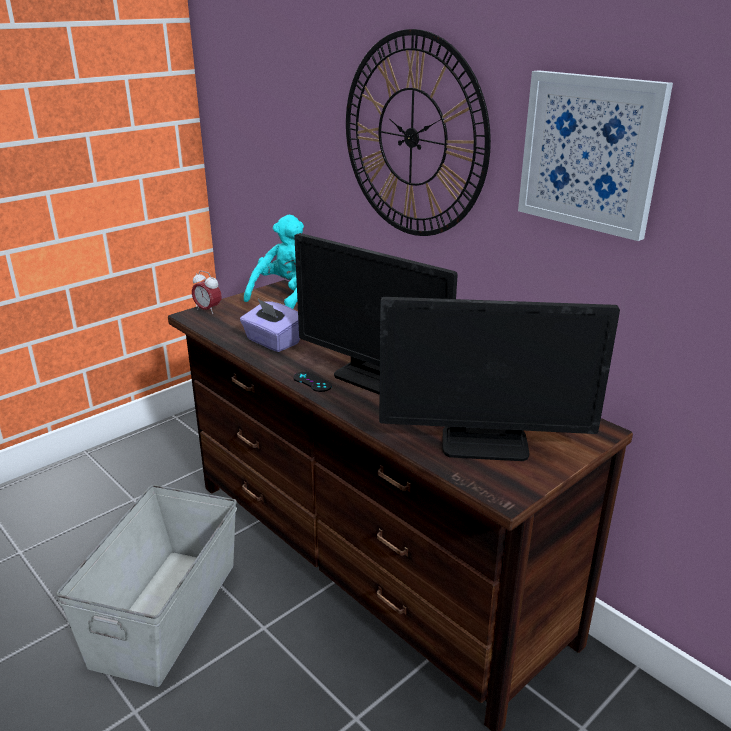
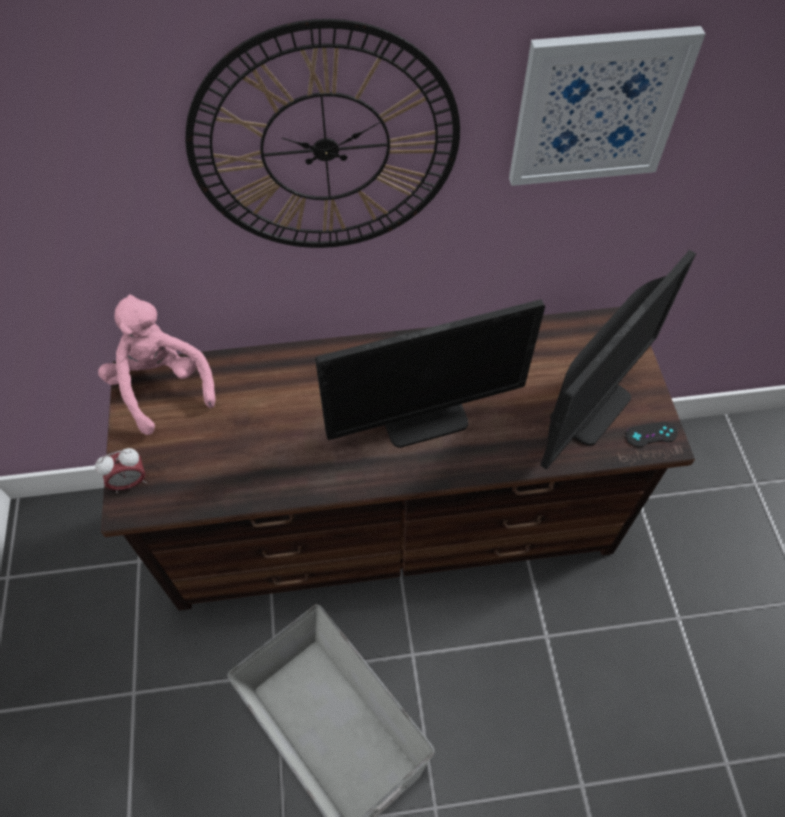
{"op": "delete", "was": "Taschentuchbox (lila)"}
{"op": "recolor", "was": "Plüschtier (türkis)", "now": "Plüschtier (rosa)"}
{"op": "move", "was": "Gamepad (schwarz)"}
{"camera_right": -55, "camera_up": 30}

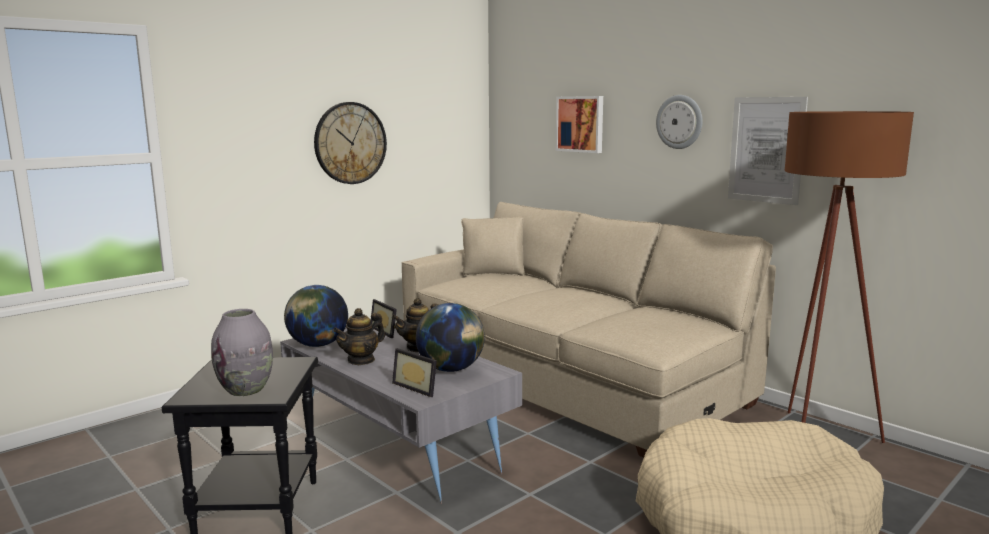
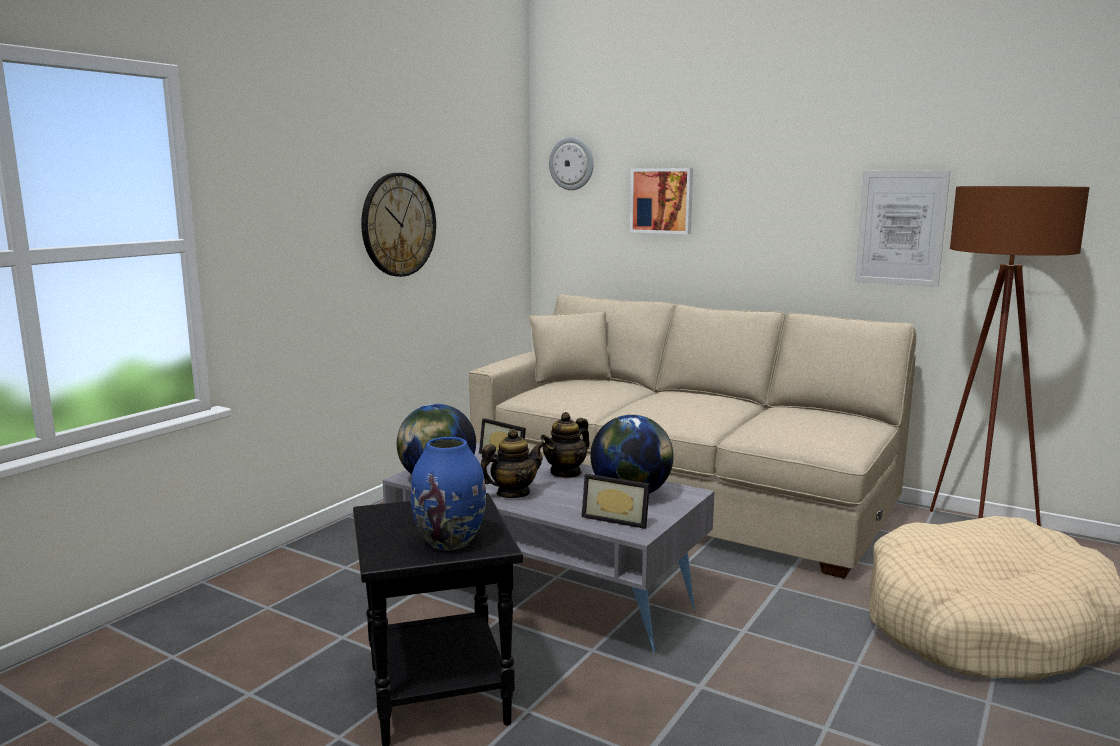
{"op": "recolor", "was": "Vase (grau)", "now": "Vase (blau)"}
{"op": "rotate", "was": "Teekanne (1st from left)", "clockwise": -150}
{"op": "move", "was": "Wanduhr (2nd from left)"}
{"camera_right": -15, "camera_up": 0}

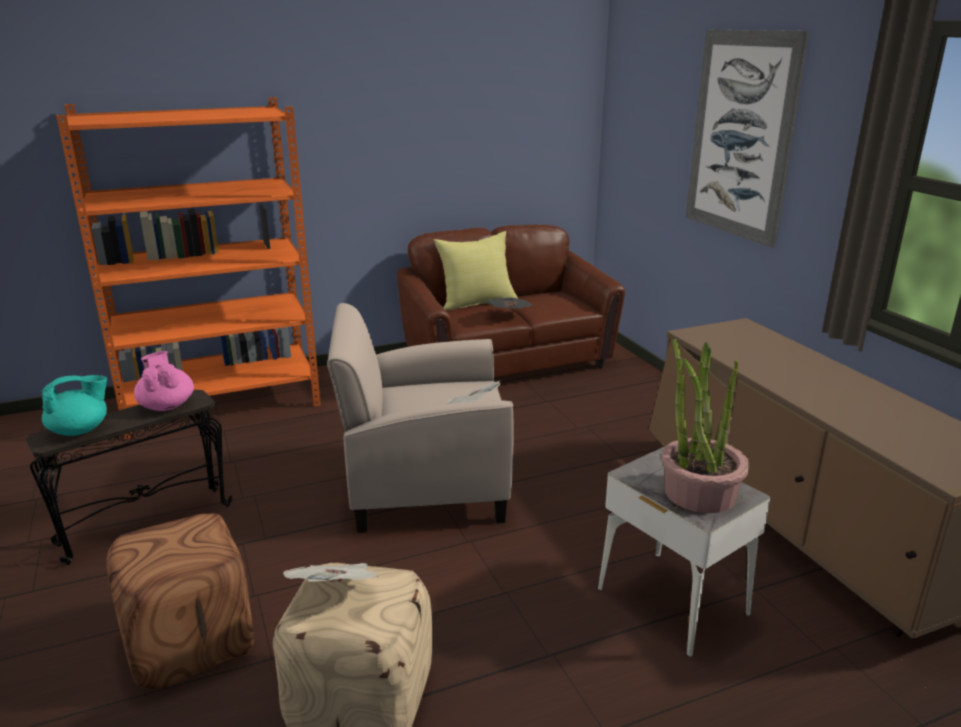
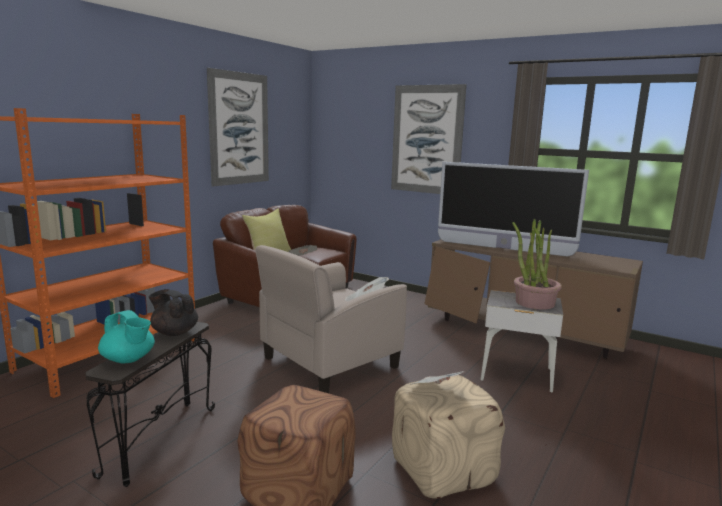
{"op": "rotate", "was": "Teekanne (türkis)", "clockwise": 105}
{"op": "recolor", "was": "Teekanne (rosa)", "now": "Teekanne (schwarz)"}
{"op": "insert", "now": "Bild (1st from left)"}
{"op": "insert", "now": "Fernseher"}
{"camera_right": -35, "camera_up": -10}

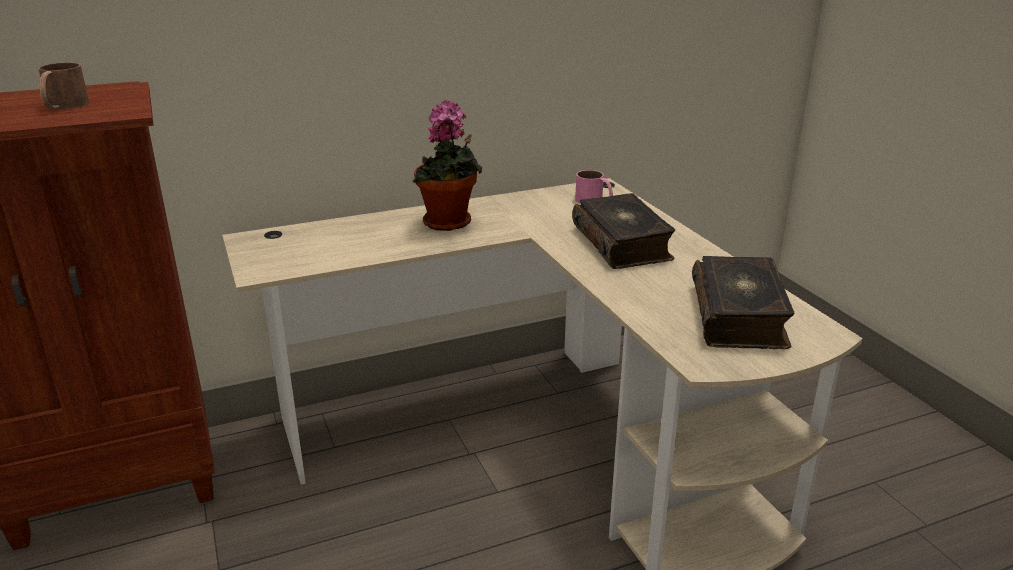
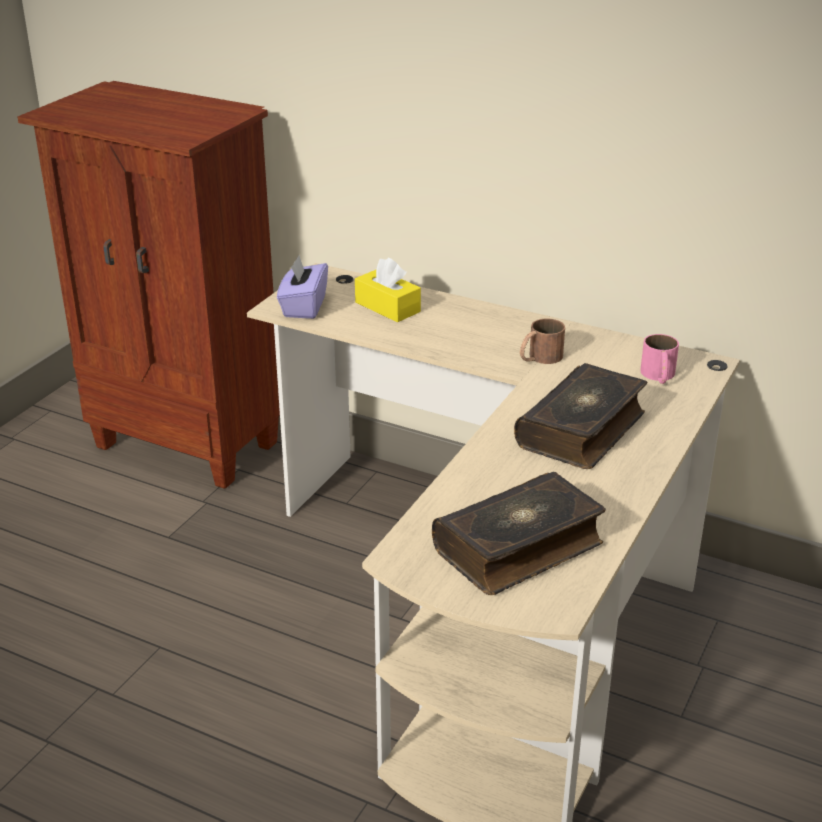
{"op": "move", "was": "Henkelbecher (braun)"}
{"op": "delete", "was": "Topfpflanze"}
{"op": "insert", "now": "Taschentuchbox (lila)"}
{"op": "insert", "now": "Taschentuchbox (gelb)"}
{"camera_right": 50, "camera_up": 5}

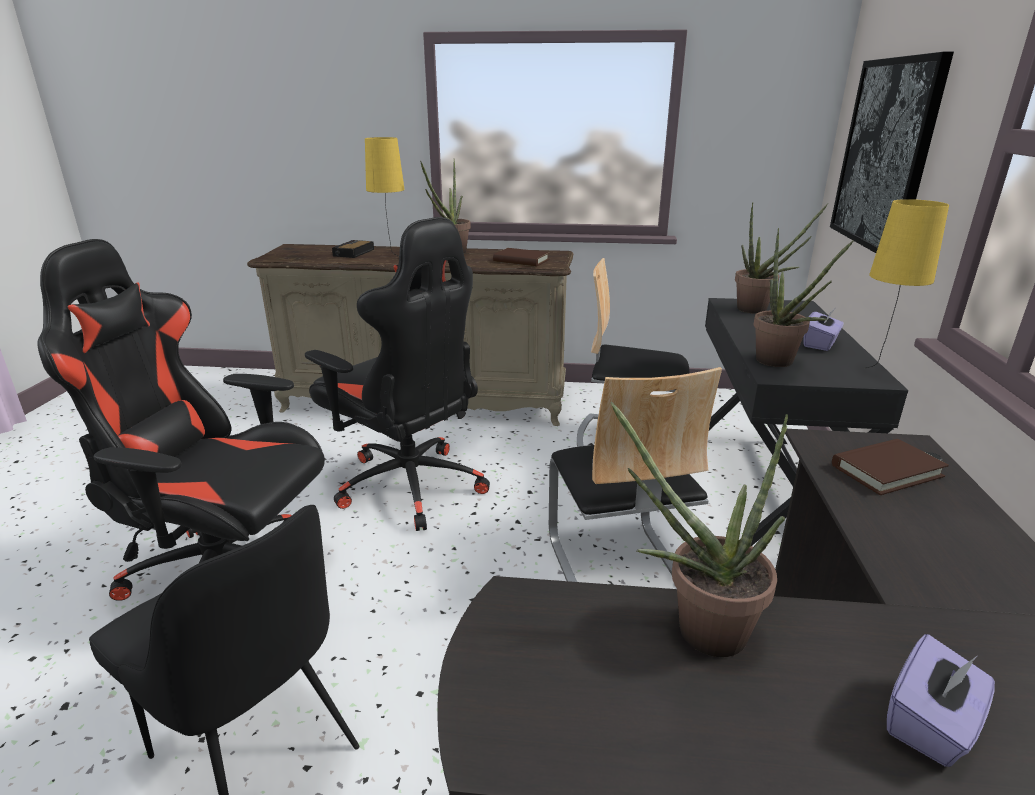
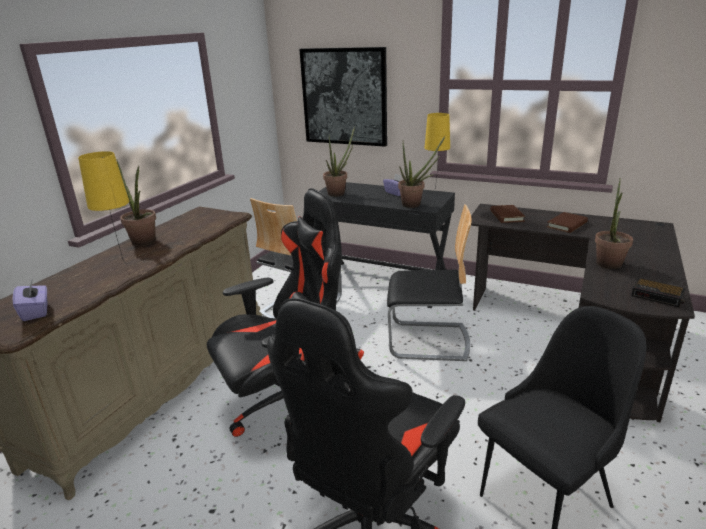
{"op": "move", "was": "Wecker"}
{"op": "move", "was": "Buch (braun) (1st from left in the first image)", "now": "Buch (braun) (2nd from left)"}
{"op": "move", "was": "Taschentuchbox (lila) (2nd from left in the first image)", "now": "Taschentuchbox (lila) (1st from left)"}
{"camera_right": -70, "camera_up": 0}

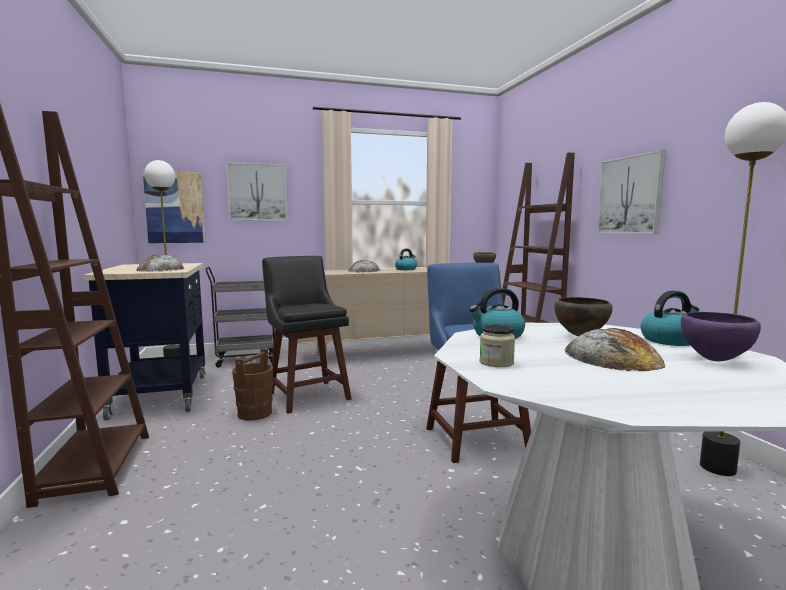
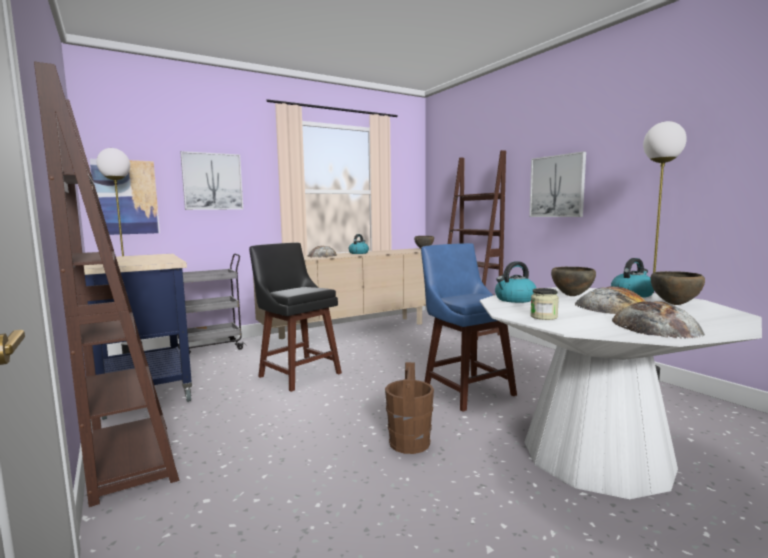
{"op": "move", "was": "Brot (1st from left in the first image)", "now": "Brot (3rd from left)"}
{"op": "move", "was": "Eimer (braun)"}
{"op": "recolor", "was": "Schüssel (lila)", "now": "Schüssel (braun) (3rd from left)"}
{"camera_right": -15, "camera_up": 0}

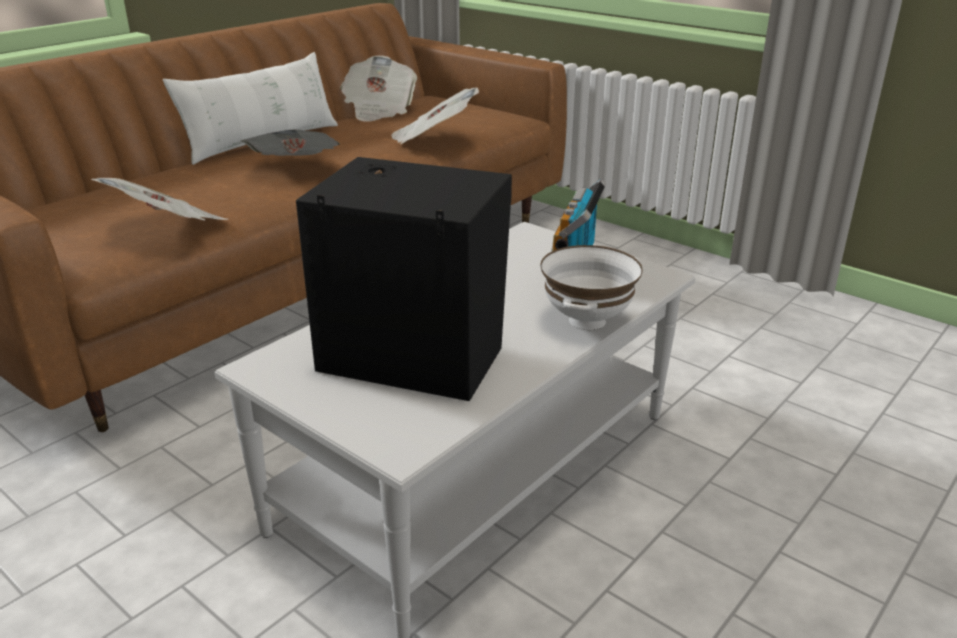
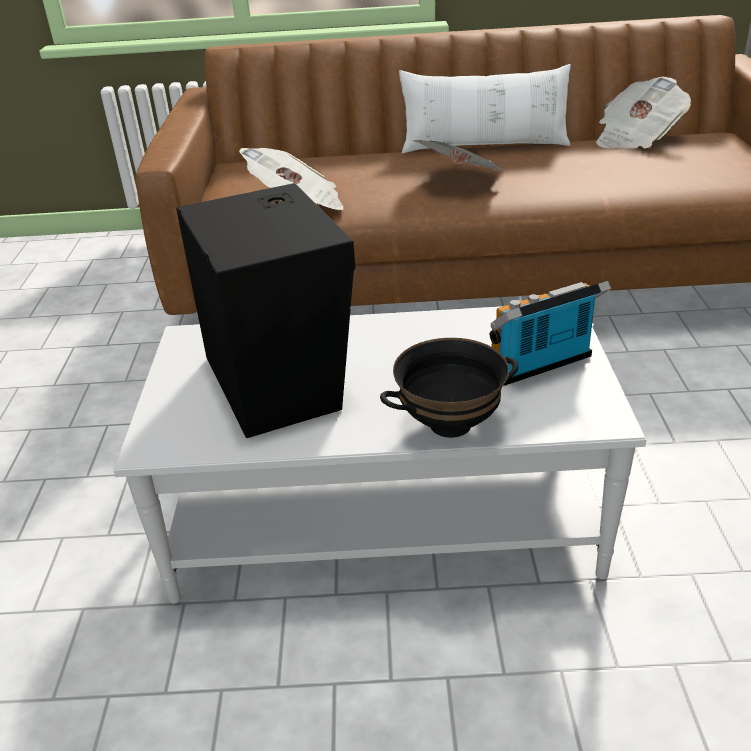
{"op": "delete", "was": "Zeitung (4th from left)"}
{"op": "recolor", "was": "Schüssel (weiß)", "now": "Schüssel (schwarz)"}
{"camera_right": 50, "camera_up": 5}

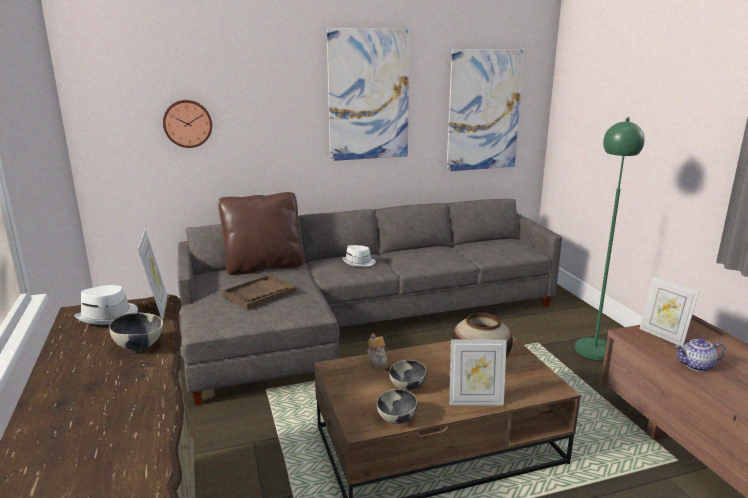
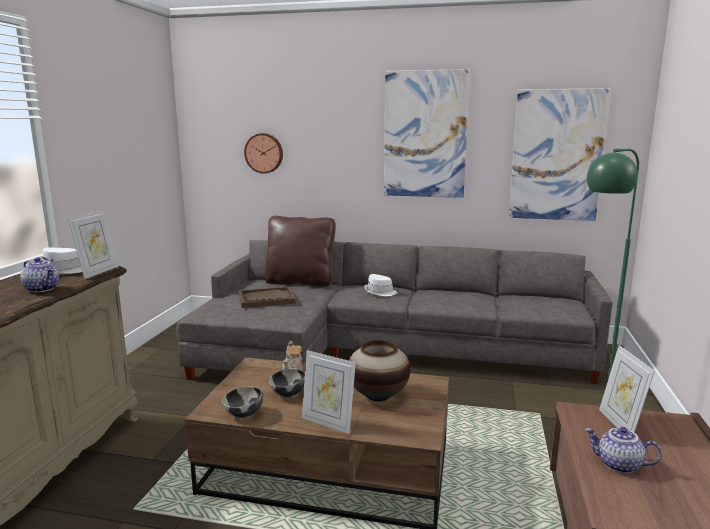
{"op": "replace", "was": "Schüssel (1st from left)", "now": "Teekanne (1st from left)"}
{"camera_right": 30, "camera_up": -5}

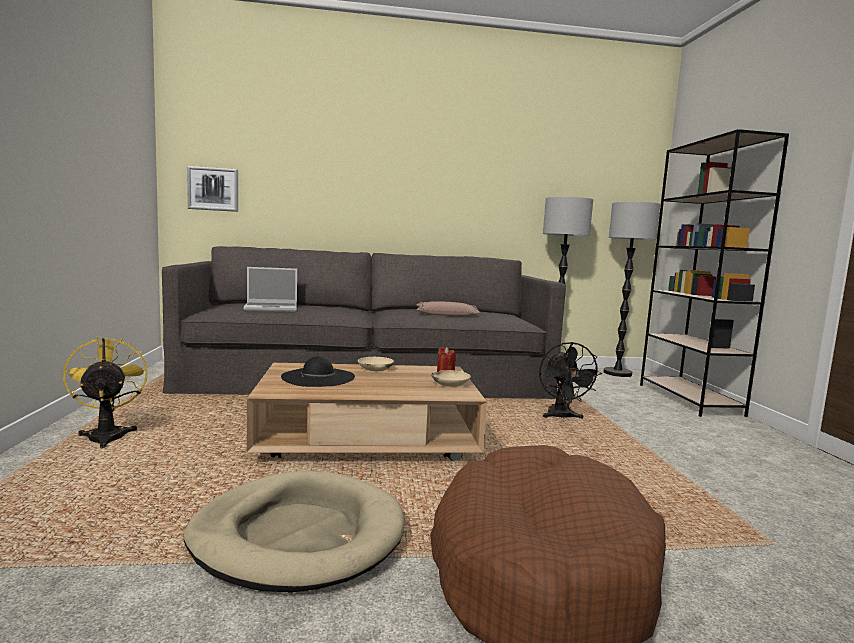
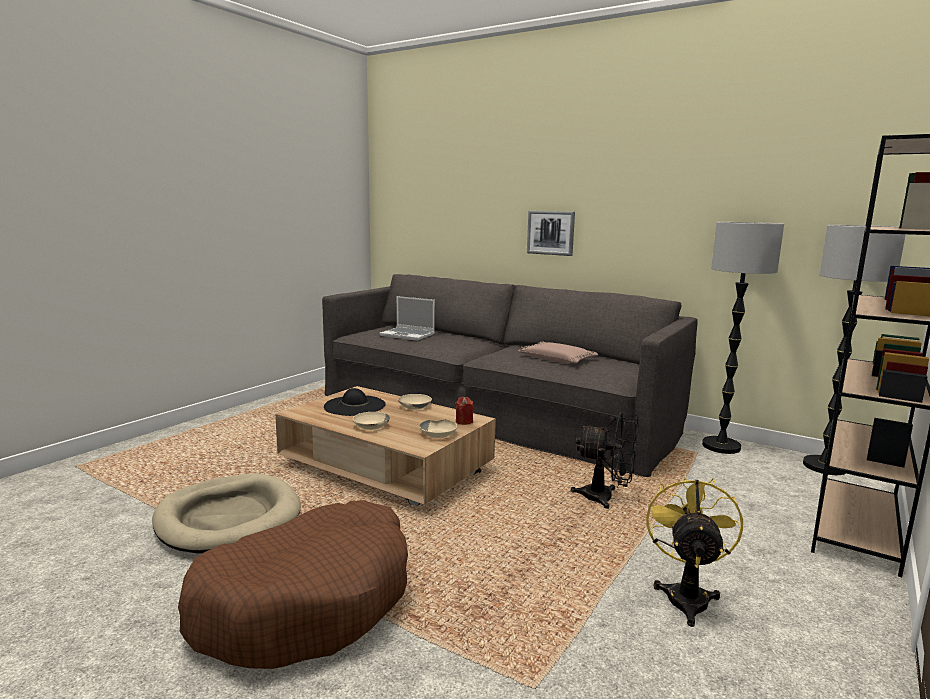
{"op": "move", "was": "Ventilator (gelb)"}
{"op": "move", "was": "Bild"}
{"op": "rotate", "was": "Ventilator (schwarz)", "clockwise": -105}
{"op": "insert", "now": "Schüssel (beige) (1st from left)"}
{"camera_right": 40, "camera_up": 5}

